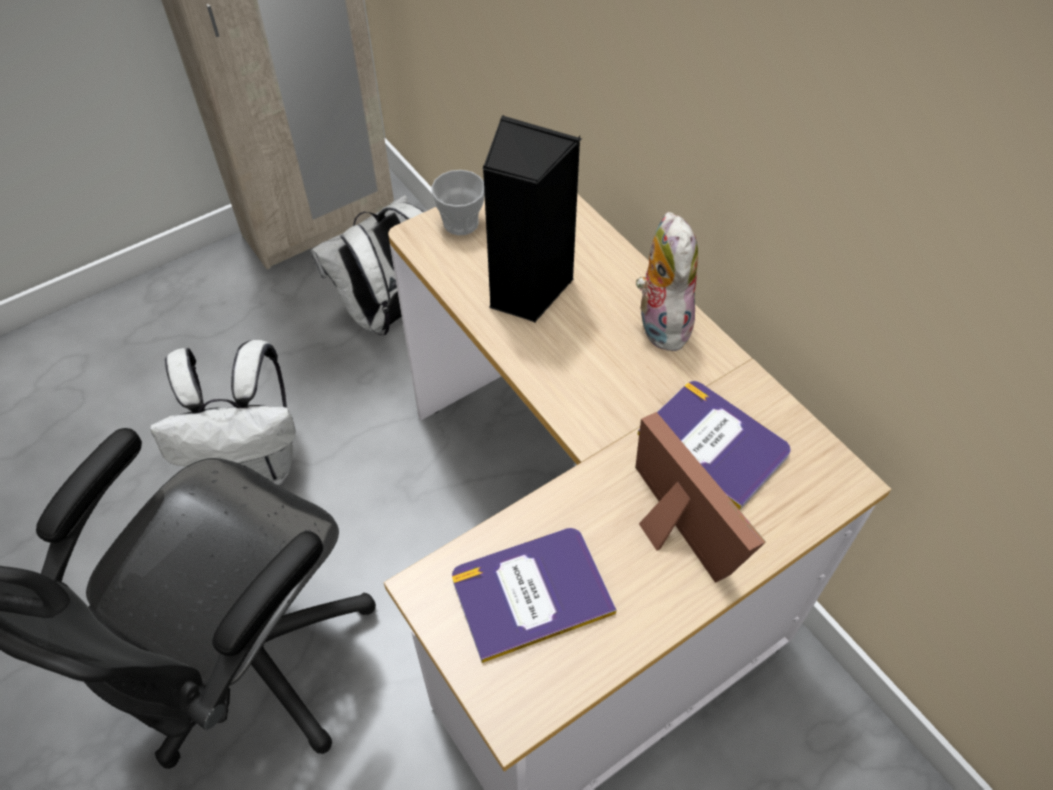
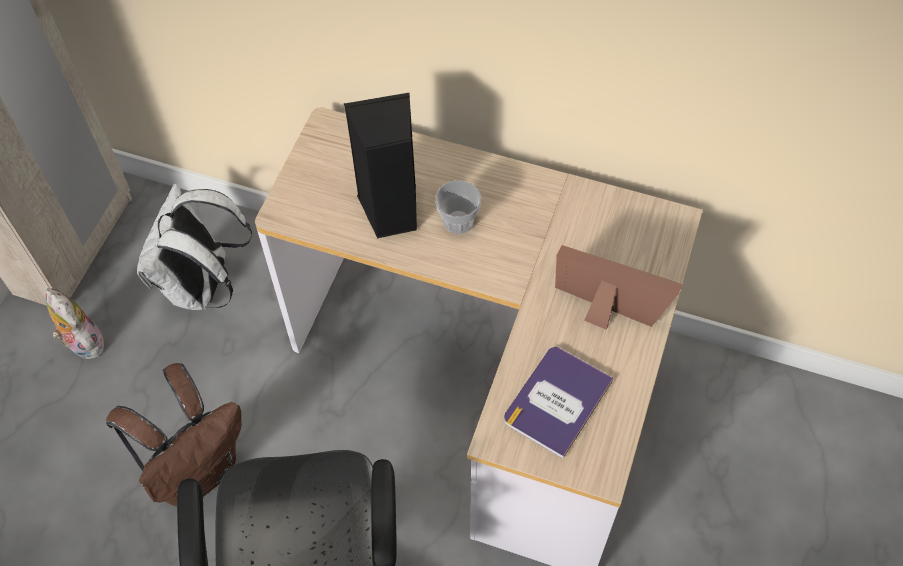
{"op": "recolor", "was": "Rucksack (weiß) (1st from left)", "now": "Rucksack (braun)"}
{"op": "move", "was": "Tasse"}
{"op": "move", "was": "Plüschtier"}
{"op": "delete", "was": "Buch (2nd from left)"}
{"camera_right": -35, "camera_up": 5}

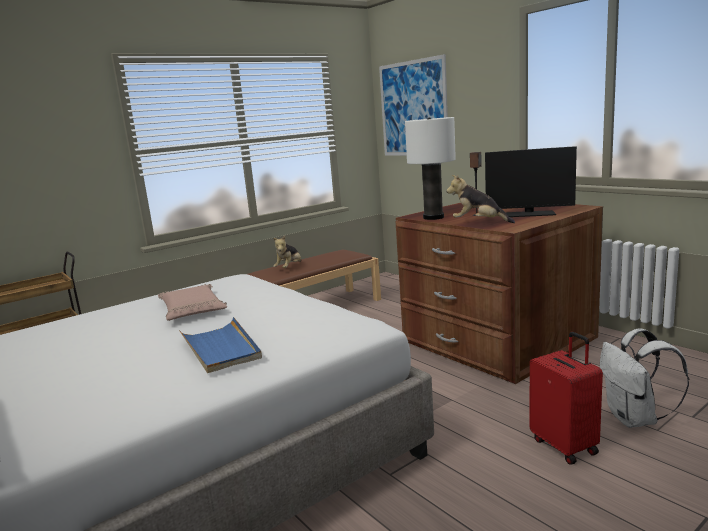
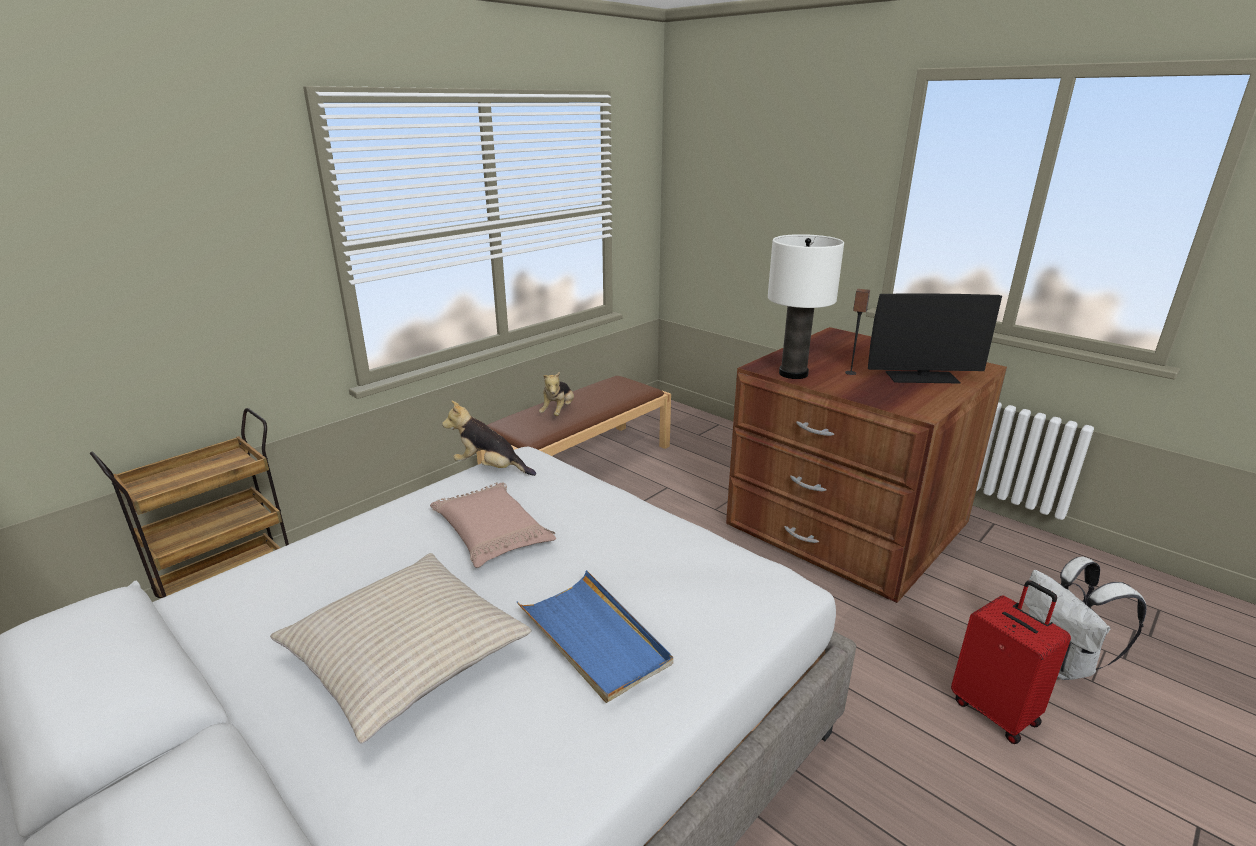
{"op": "delete", "was": "Bild"}
{"op": "move", "was": "Plüschtier (2nd from left in the first image)", "now": "Plüschtier (1st from left)"}
{"op": "insert", "now": "Kissen (beige) (1st from left)"}
{"camera_right": -10, "camera_up": 10}

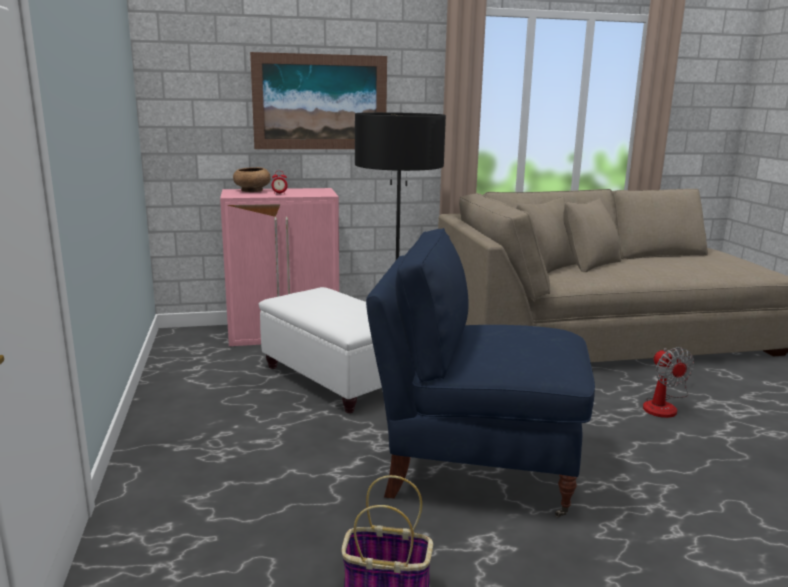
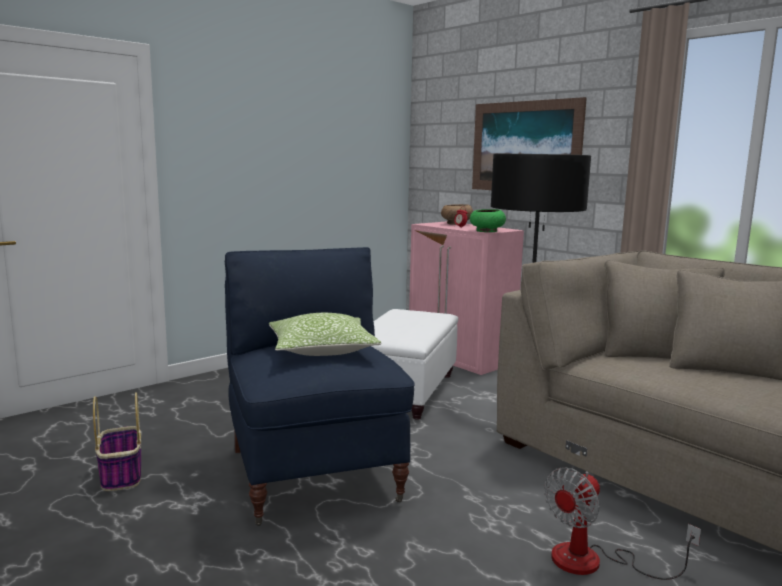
{"op": "insert", "now": "Kissen"}
{"op": "insert", "now": "Schüssel (grün)"}
{"camera_right": 60, "camera_up": -5}

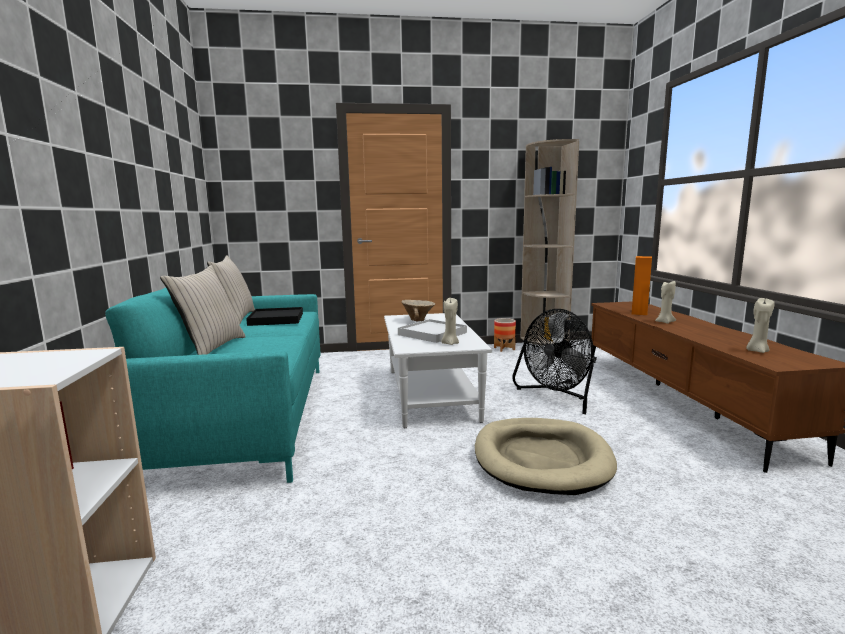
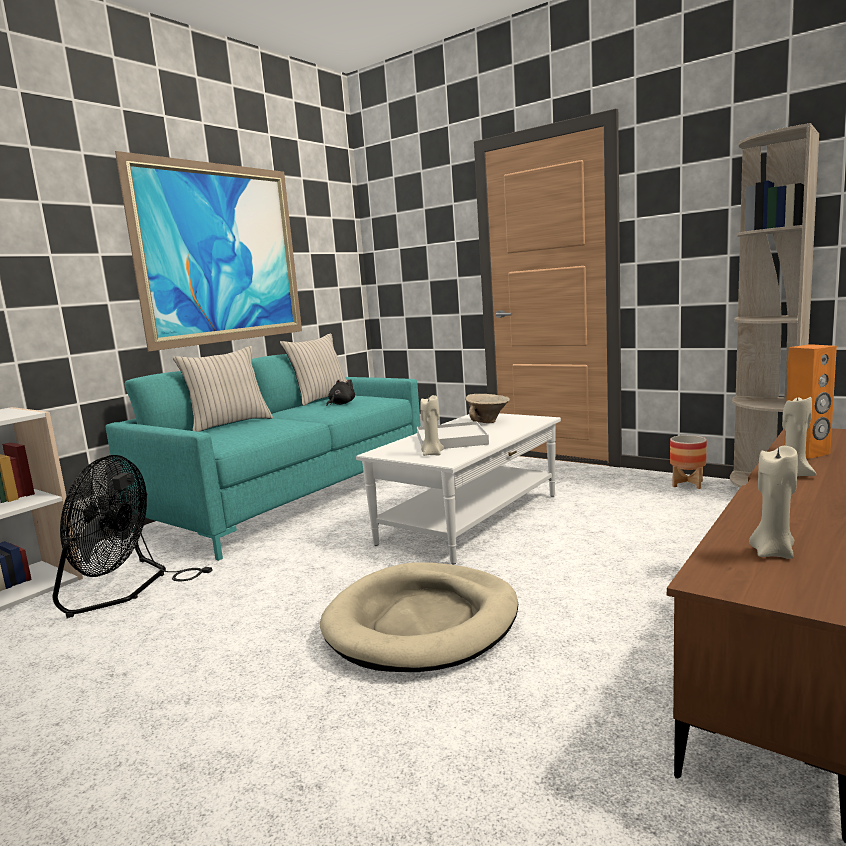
{"op": "replace", "was": "Tablett (schwarz)", "now": "Plüschtier (schwarz)"}
{"op": "move", "was": "Ventilator (schwarz)"}
{"op": "insert", "now": "Bild"}
{"camera_right": 45, "camera_up": 0}

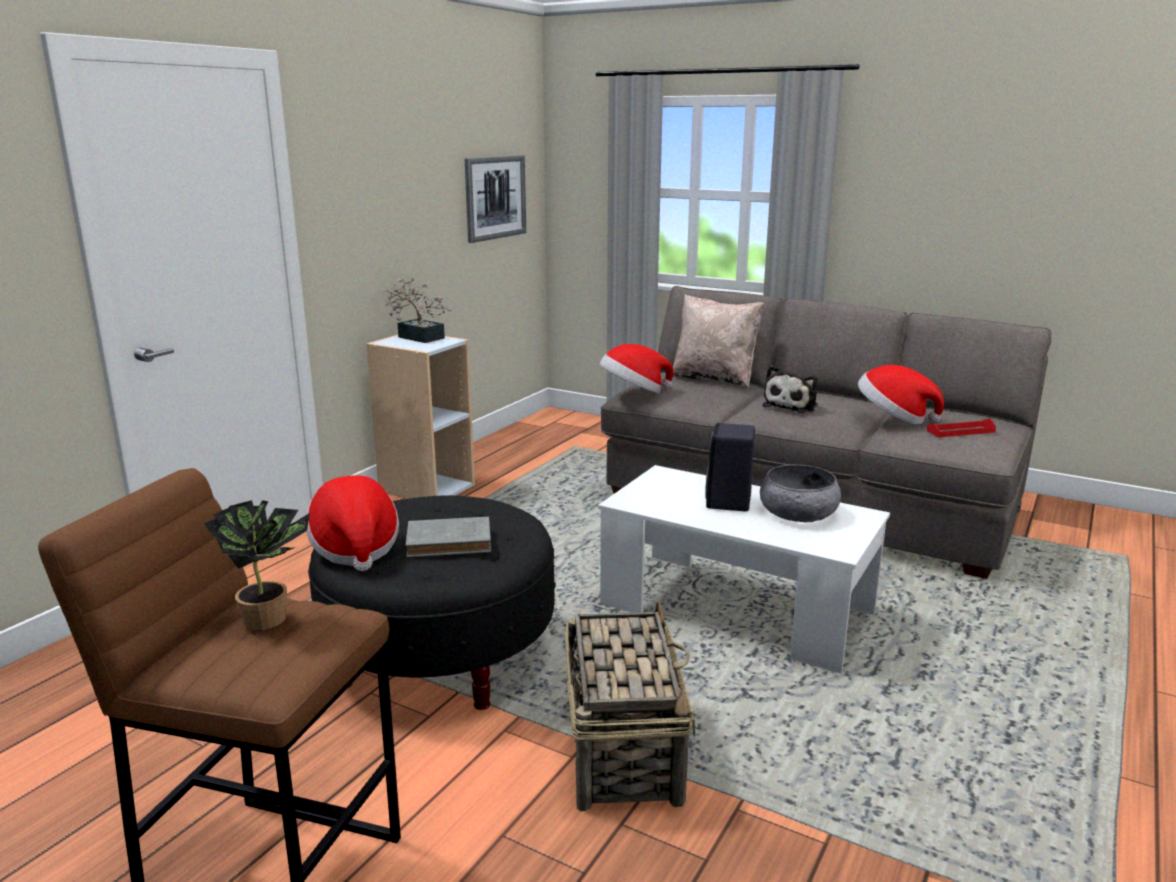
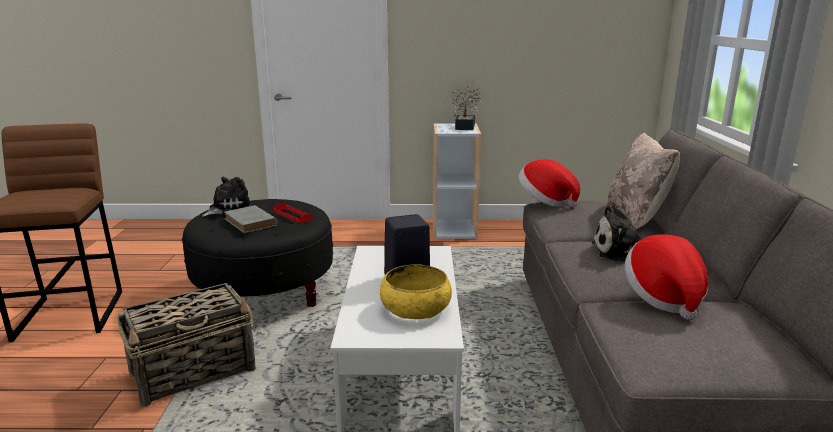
{"op": "delete", "was": "Topfpflanze (1st from left)"}
{"op": "replace", "was": "Hut (1st from left)", "now": "Plüschtier (1st from left)"}
{"op": "delete", "was": "Bild"}
{"op": "recolor", "was": "Schüssel (grau)", "now": "Schüssel (gelb)"}
{"op": "move", "was": "Tablett (rot)"}
{"camera_right": 60, "camera_up": 0}

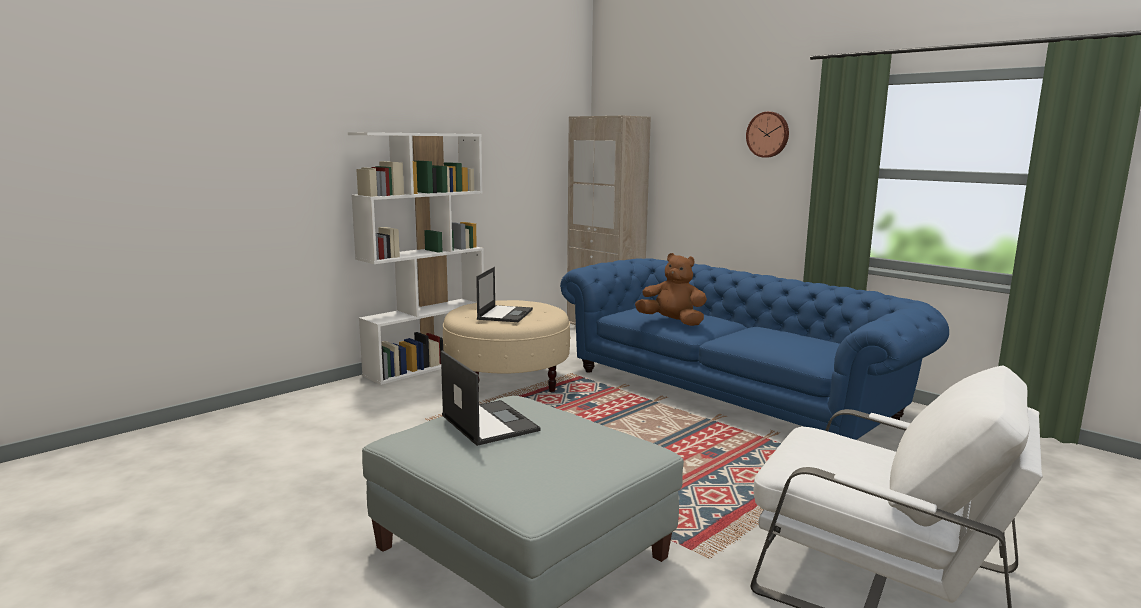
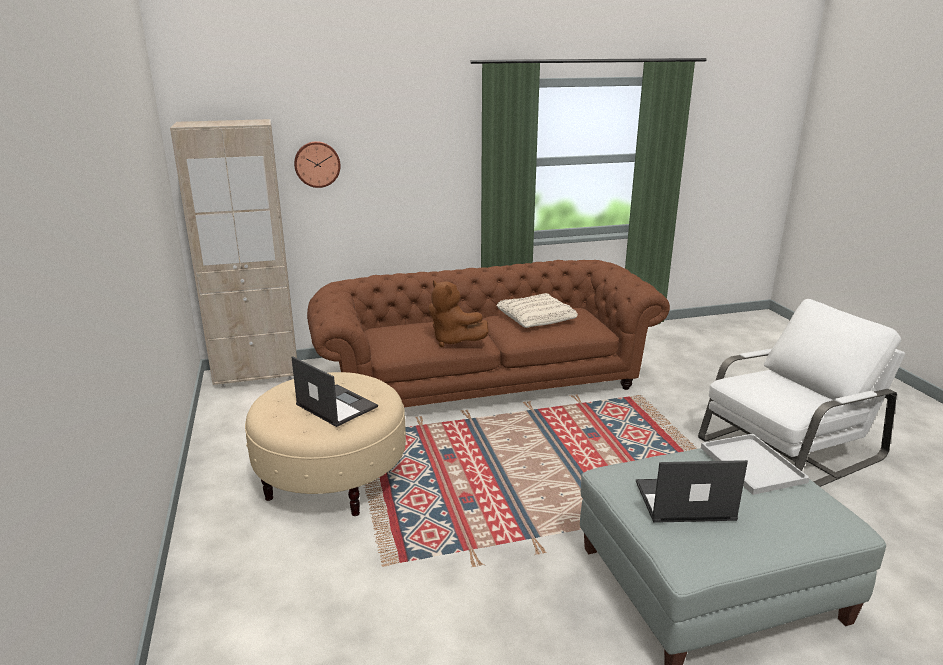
{"op": "delete", "was": "Bücherregal (weiß)"}
{"op": "recolor", "was": "Sofa (blau)", "now": "Sofa (braun)"}
{"op": "rotate", "was": "Plüschtier (braun)", "clockwise": -105}
{"op": "move", "was": "Wanduhr"}
{"op": "insert", "now": "Kissen (beige)"}
{"op": "insert", "now": "Tablett (weiß)"}
{"camera_right": -60, "camera_up": 10}

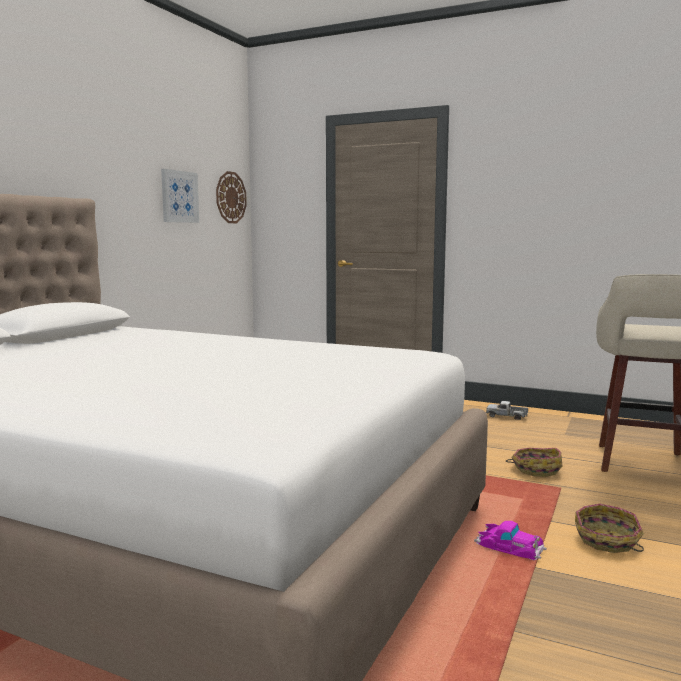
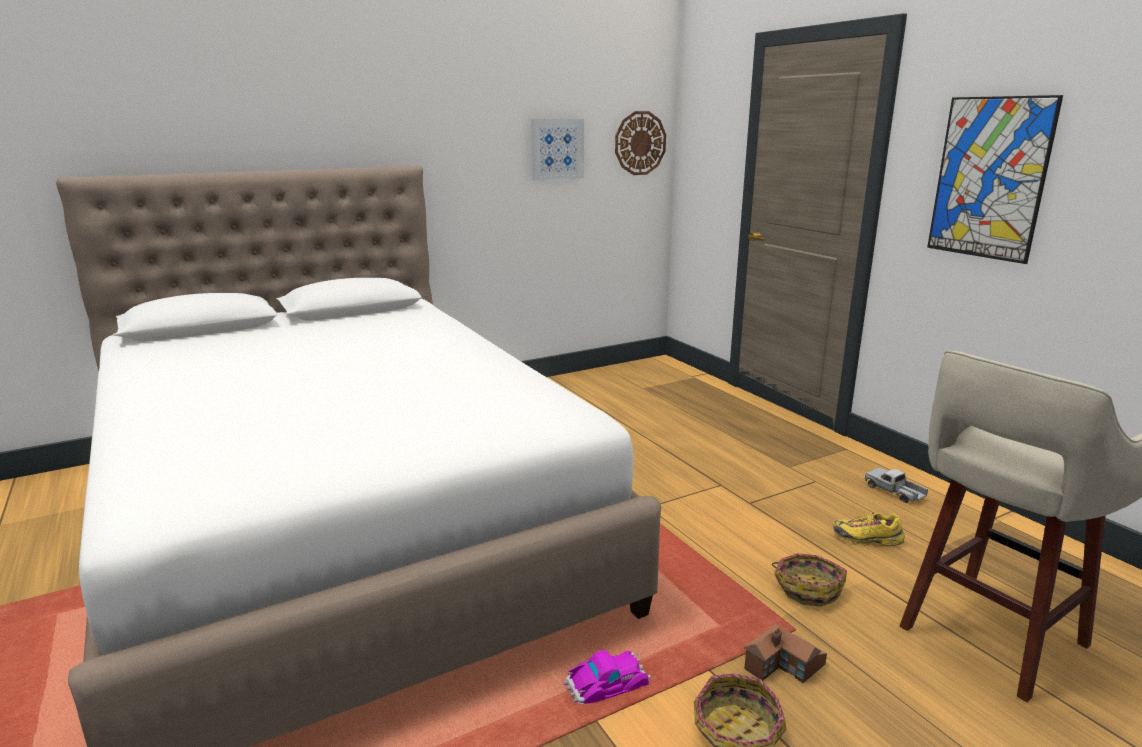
{"op": "rotate", "was": "Spielzeugauto", "clockwise": -90}
{"op": "insert", "now": "Spielzeughaus"}
{"op": "insert", "now": "Schuh (gelb)"}
{"op": "insert", "now": "Bild (2nd from left)"}
{"camera_right": 35, "camera_up": 10}

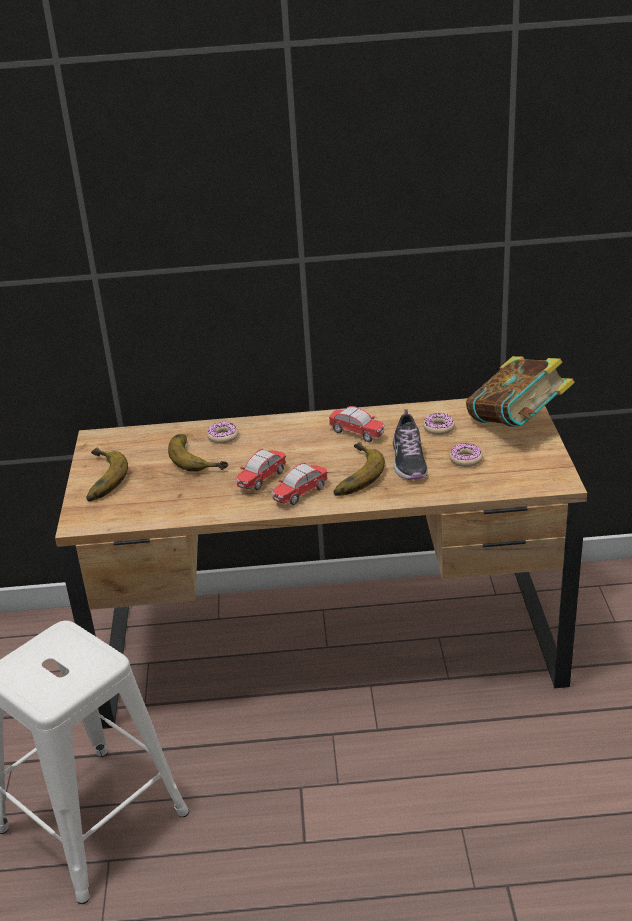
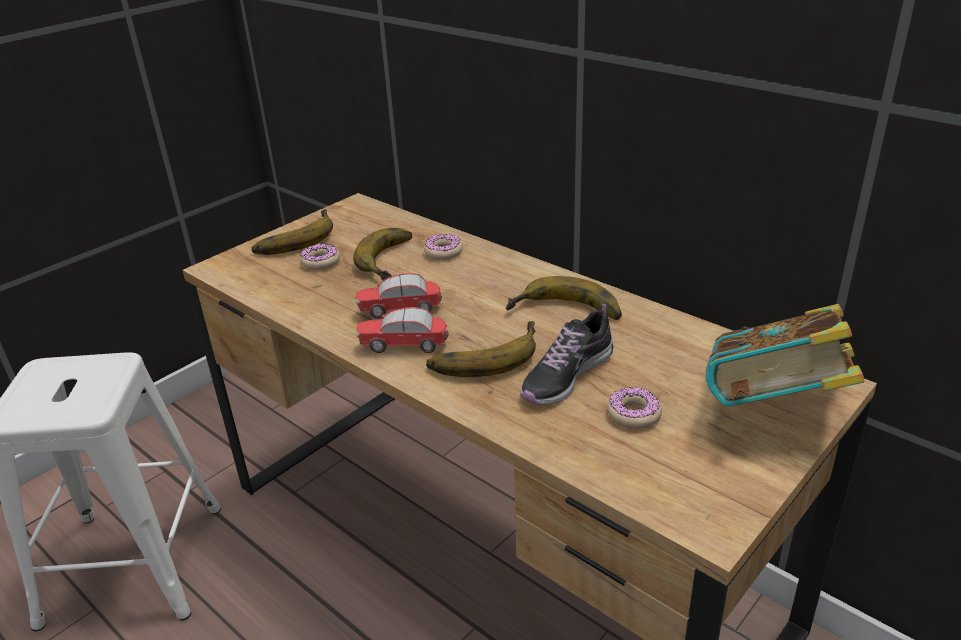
{"op": "replace", "was": "Spielzeugauto (3rd from left)", "now": "Banane (4th from left)"}
{"op": "move", "was": "Donut (2nd from left in the first image)", "now": "Donut (1st from left)"}
{"camera_right": 45, "camera_up": 0}

